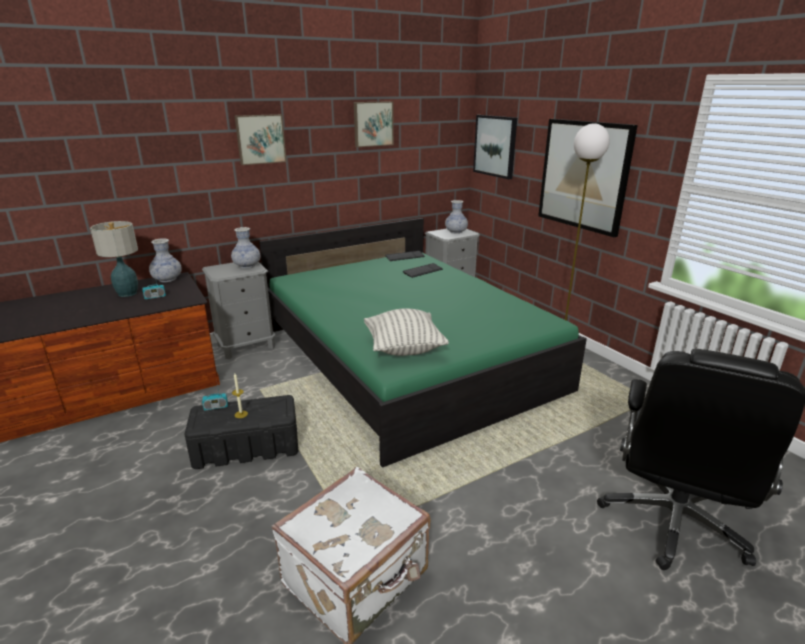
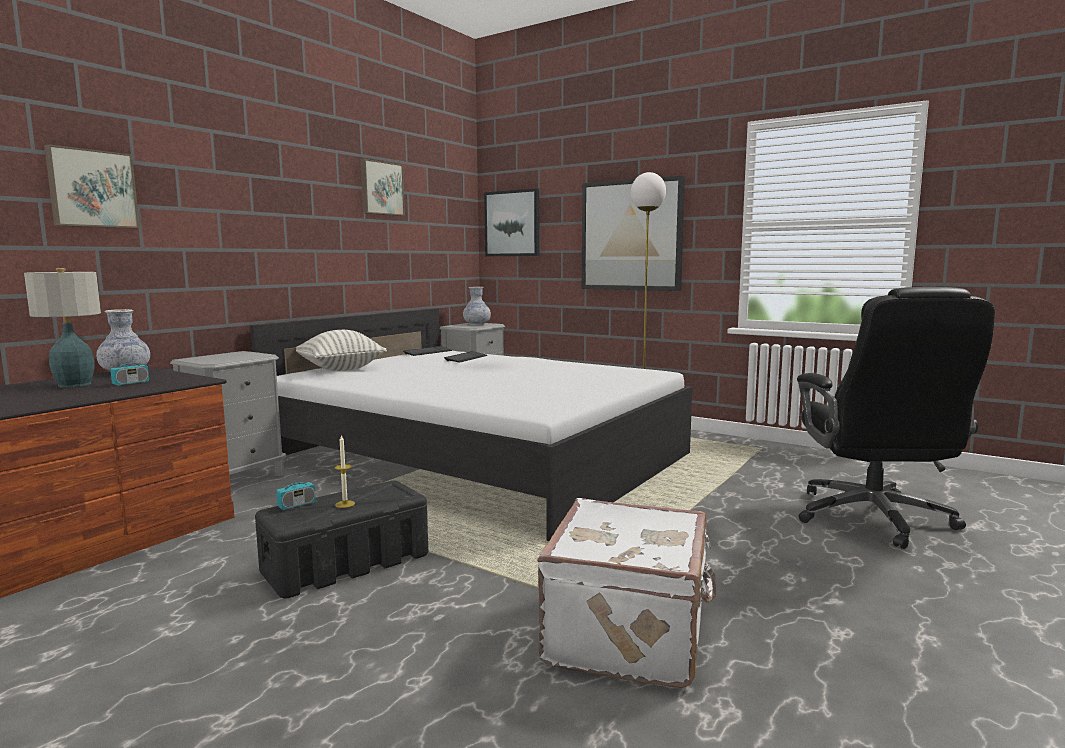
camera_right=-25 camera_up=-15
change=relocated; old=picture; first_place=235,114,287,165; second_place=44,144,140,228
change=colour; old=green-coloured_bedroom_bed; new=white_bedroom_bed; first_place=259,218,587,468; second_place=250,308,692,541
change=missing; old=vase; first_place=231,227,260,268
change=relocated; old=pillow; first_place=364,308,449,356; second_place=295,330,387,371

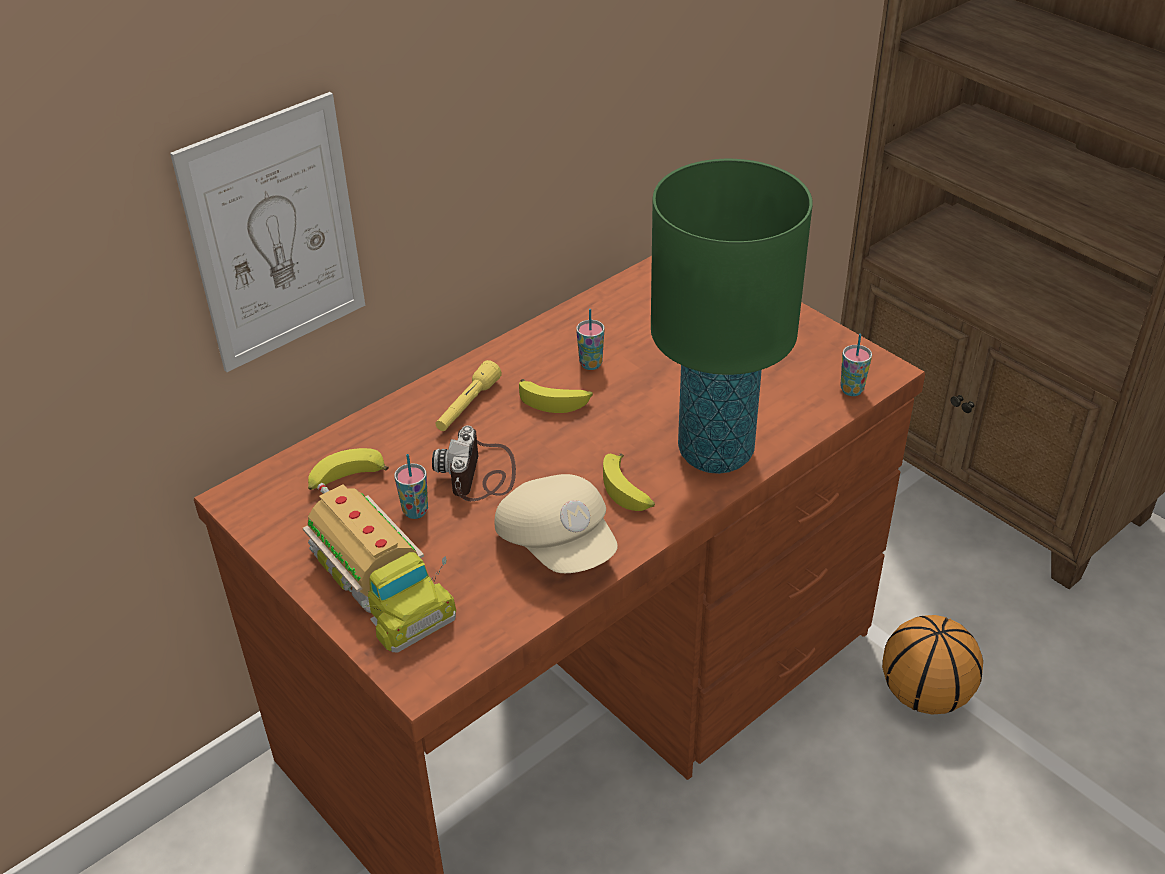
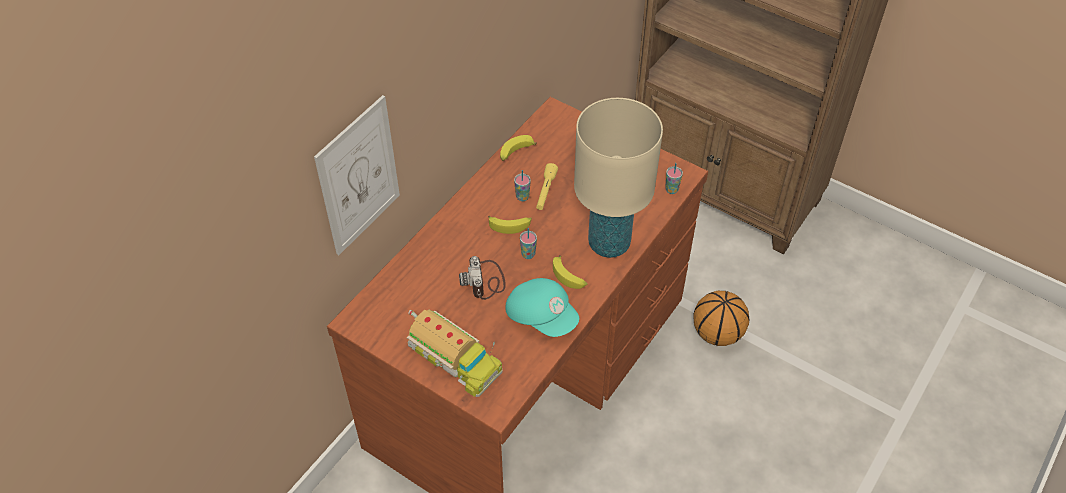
camera_right=-15 camera_up=10
change=colour; old=green-coloured_tabletop_lamp; new=beige-coloured_tabletop_lamp; first_place=651,159,813,474; second_place=574,98,663,258
change=relocated; old=yellow-coloured_torch; first_place=436,360,502,431; second_place=536,163,558,210
change=relocated; old=banana_fruit; first_place=308,448,389,490; second_place=500,135,537,161
change=relocated; old=small_cup; first_place=394,454,428,519; second_place=520,228,537,259
change=colour; old=beige-coloured_peaked_cap; new=turquoise-coloured_peaked_cap; first_place=495,474,618,573; second_place=506,278,579,337

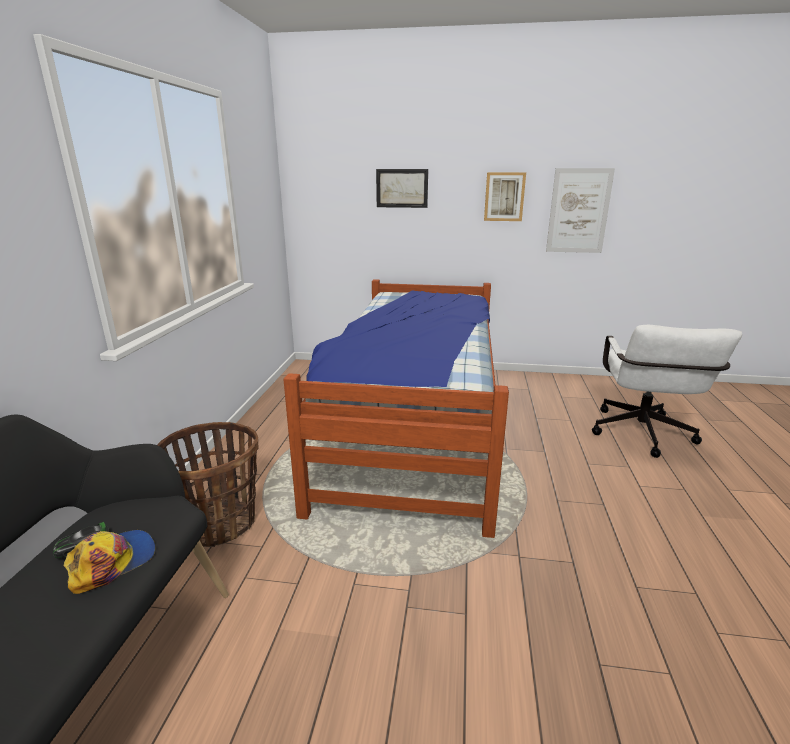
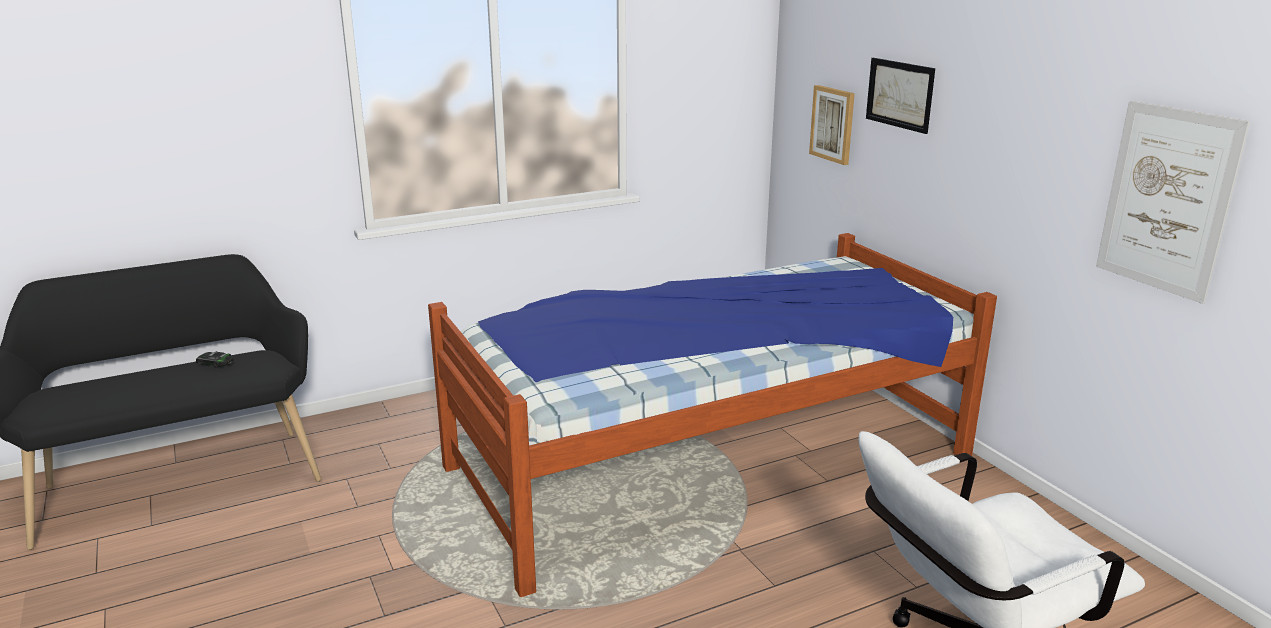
camera_right=55 camera_up=0
change=relocated; old=picture; first_place=484,172,526,221; second_place=809,85,855,165
change=missing; old=basket; first_place=157,422,259,547
change=missing; old=peaked_cap; first_place=64,530,155,594

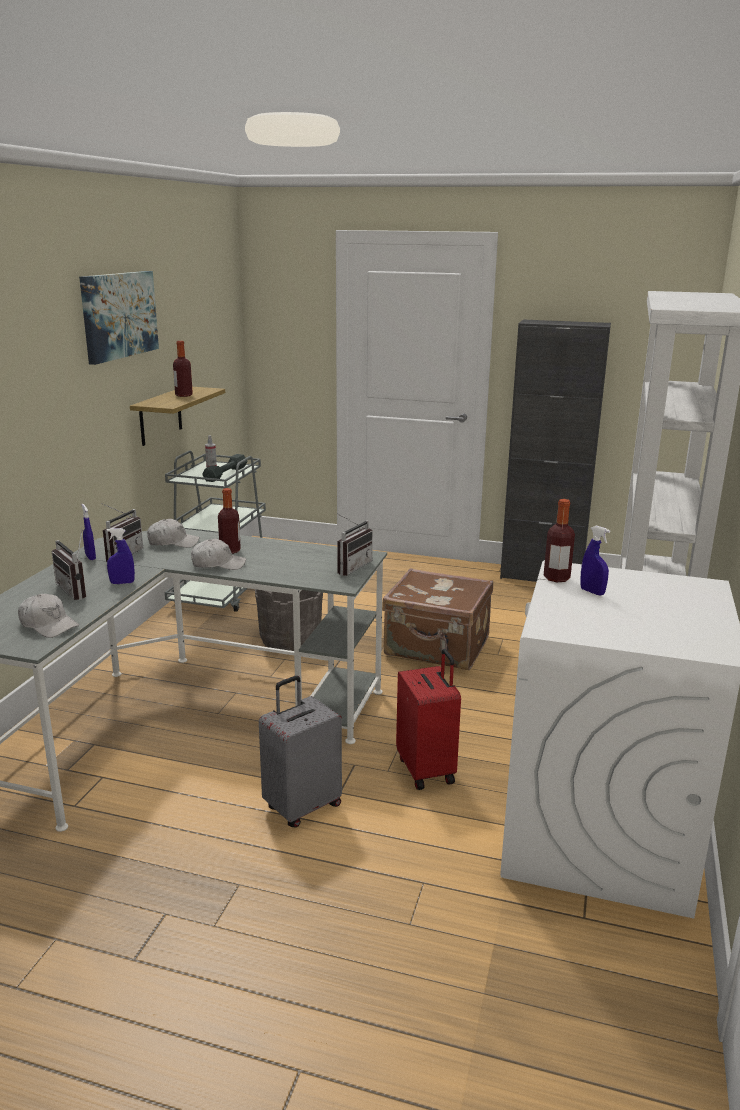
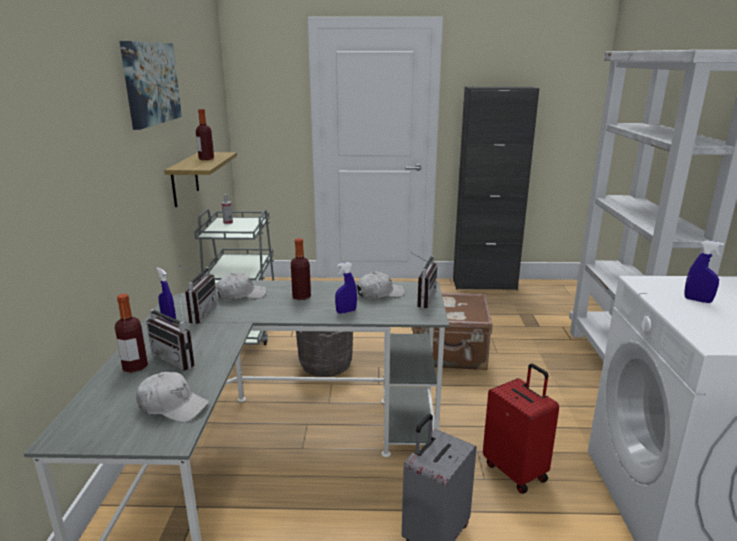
camera_right=-15 camera_up=0
change=missing; old=greyish_free_weight; first_place=202,454,247,482
change=relocated; old=bottle; first_place=544,499,575,582; second_place=115,294,148,373
change=relocated; old=blue-coloured_hand_sprayer; first_place=107,528,135,584; second_place=335,262,357,314
change=relocated; old=white_peaked_cap; first_place=191,539,246,570; second_place=357,271,405,299

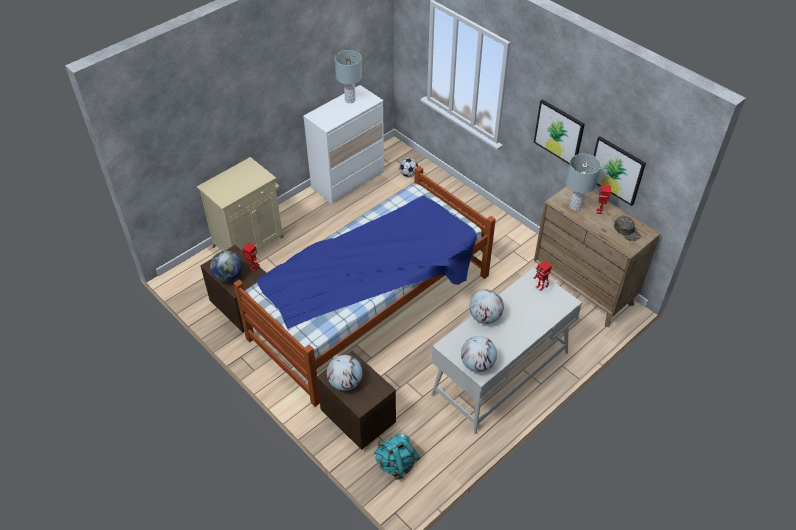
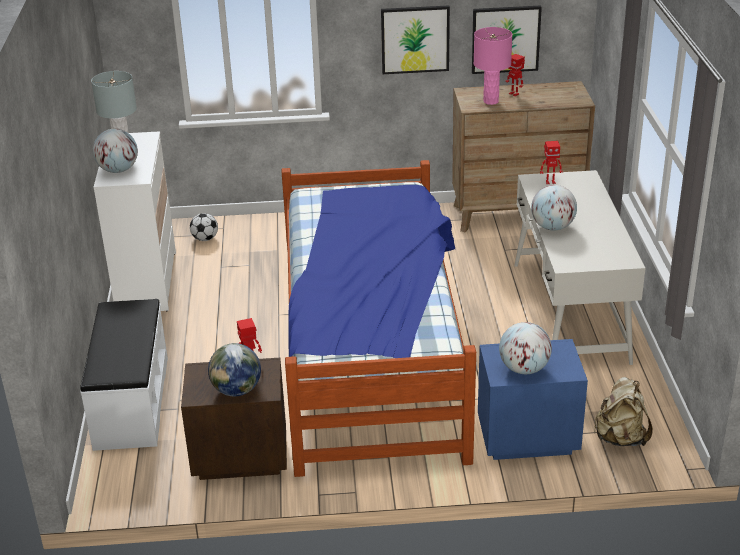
camera_right=-50 camera_up=-15
change=colour; old=greyish_tabletop_lamp; new=pink-coloured_tabletop_lamp; first_place=566,154,601,211; second_place=474,27,512,105
change=exchanged; old=beige-coloured_cabinet; new=white_bench; first_place=197,157,284,251; second_place=80,299,168,451
change=missing; old=green-coloured_peaked_cap; first_place=614,216,641,241
change=relocated; old=world_globe; first_place=461,336,497,372; second_place=93,129,138,173
change=colour; old=brown-coloured_bedside_table; new=blue-coloured_bedside_table; first_place=316,351,396,450; second_place=478,339,588,460
change=colour; old=turquoise-coloured_backpack; new=beige-coloured_backpack; first_place=374,433,420,480; second_place=594,377,653,446

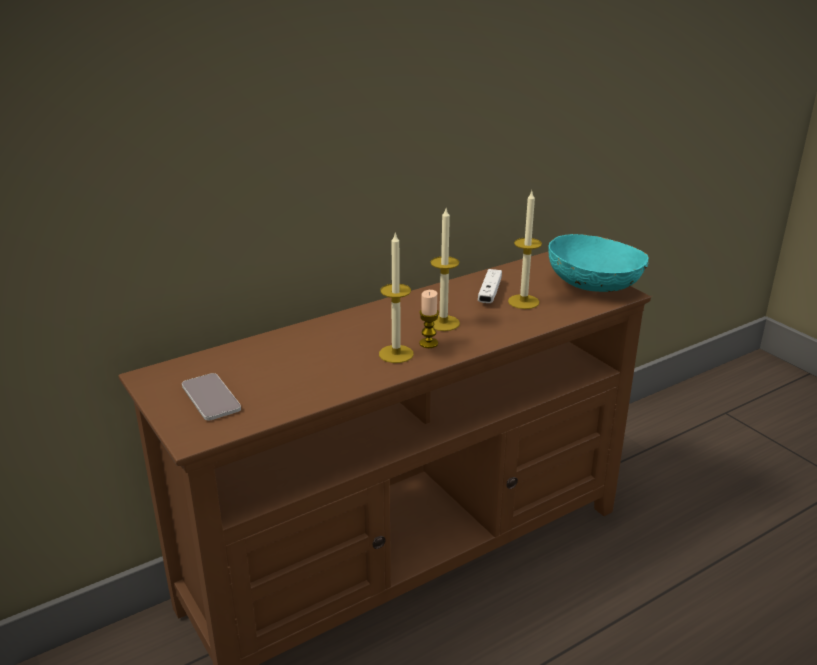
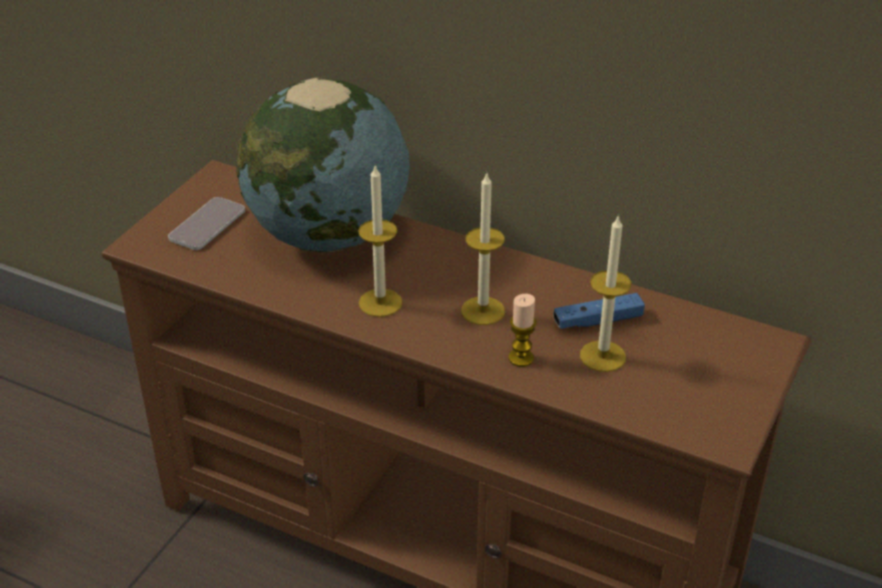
camera_right=60 camera_up=10
change=missing; old=turquoise-coloured_serving_bowl; first_place=548,234,649,292
change=colour; old=white_joypad; new=blue-coloured_joypad; first_place=478,269,502,303; second_place=553,293,645,329
change=relocated; old=wax_light; first_place=419,290,439,348; second_place=509,294,536,367
change=appeared; new=world_globe; second_place=236,78,410,253

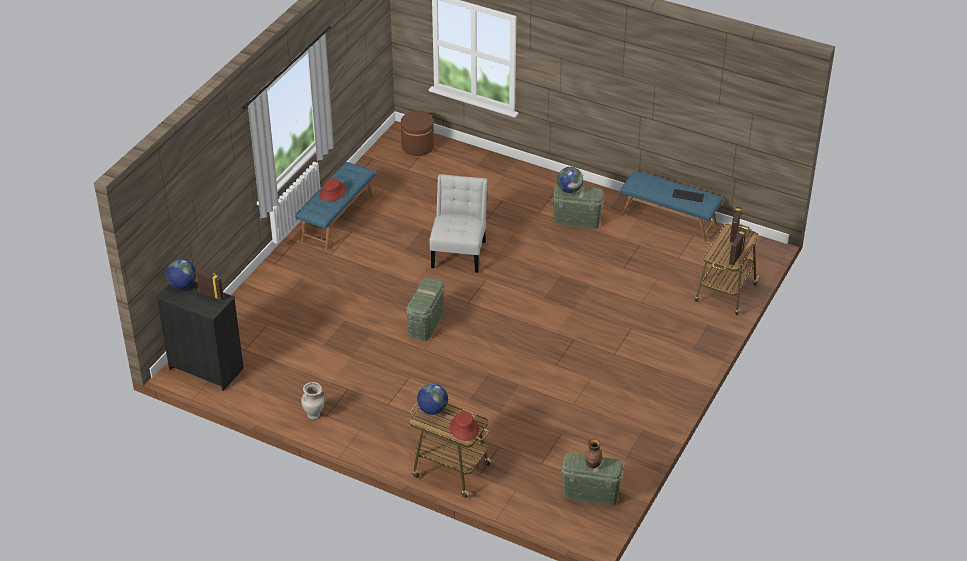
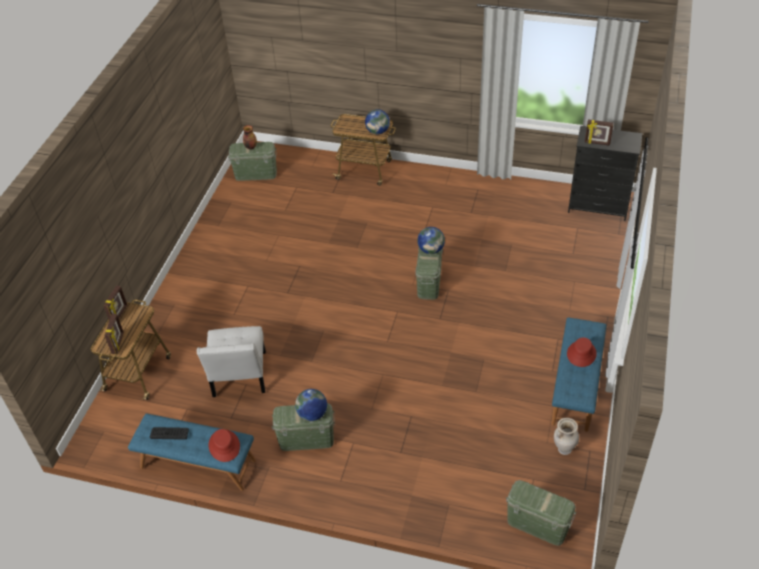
camera_right=170 camera_up=5
change=exchanged; old=brown-coloured_ottoman; new=green-coloured_storage_container; first_place=401,111,434,156; second_place=506,480,576,546
change=relocated; old=white_chair; first_place=430,174,487,273; second_place=197,326,266,397
change=relocated; old=world_globe; first_place=166,259,196,289; second_place=417,227,445,254
change=relocated; old=beige-coloured_vase; first_place=301,382,325,419; second_place=554,418,579,455
change=relocated; old=reddish_wearable_hat; first_place=449,411,479,441; second_place=208,429,240,462

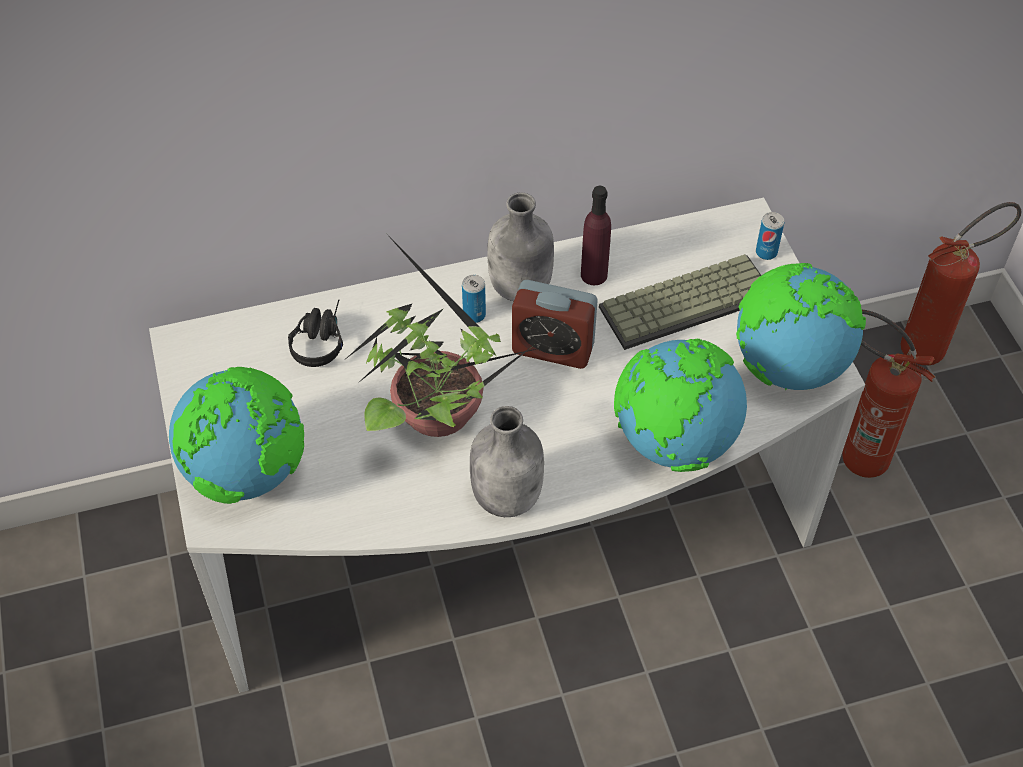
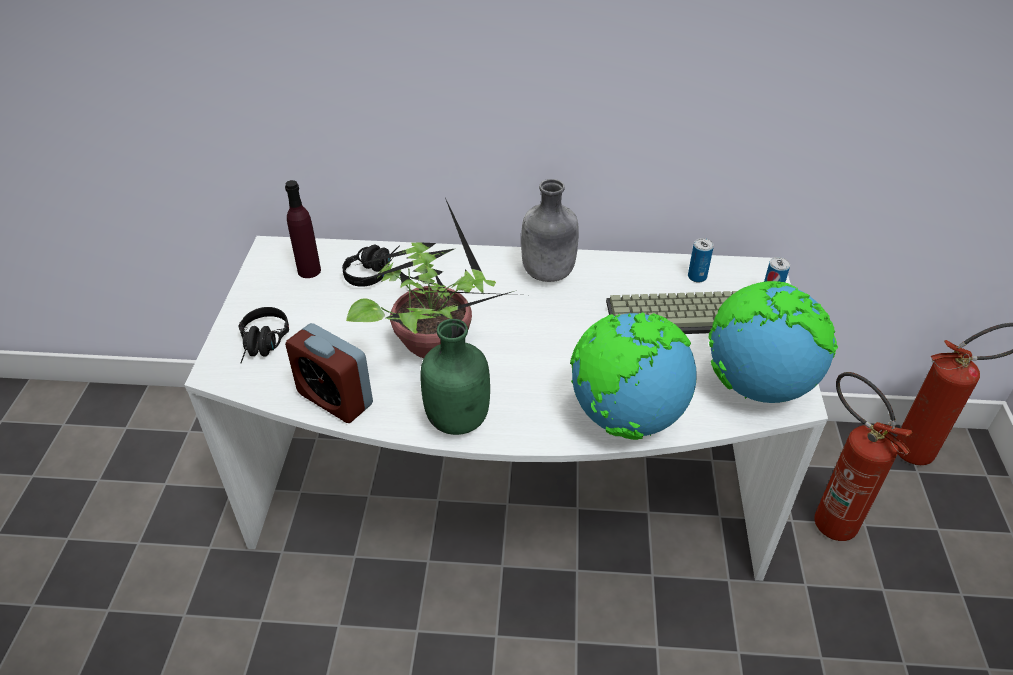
camera_right=20 camera_up=-10
change=relocated; old=purple_bottle; first_place=581,186,611,285; second_place=285,180,321,278
change=relocated; old=can; first_place=462,275,486,323; second_place=688,238,714,283
change=relocated; old=table_clock; first_place=512,280,598,369; second_place=285,323,373,423
change=exchanged; old=world_globe; new=black_headphones; first_place=169,367,304,504; second_place=238,307,289,363
change=colour; old=greyish_bottle; new=green-coloured_bottle; first_place=470,406,544,517; second_place=420,319,490,435

